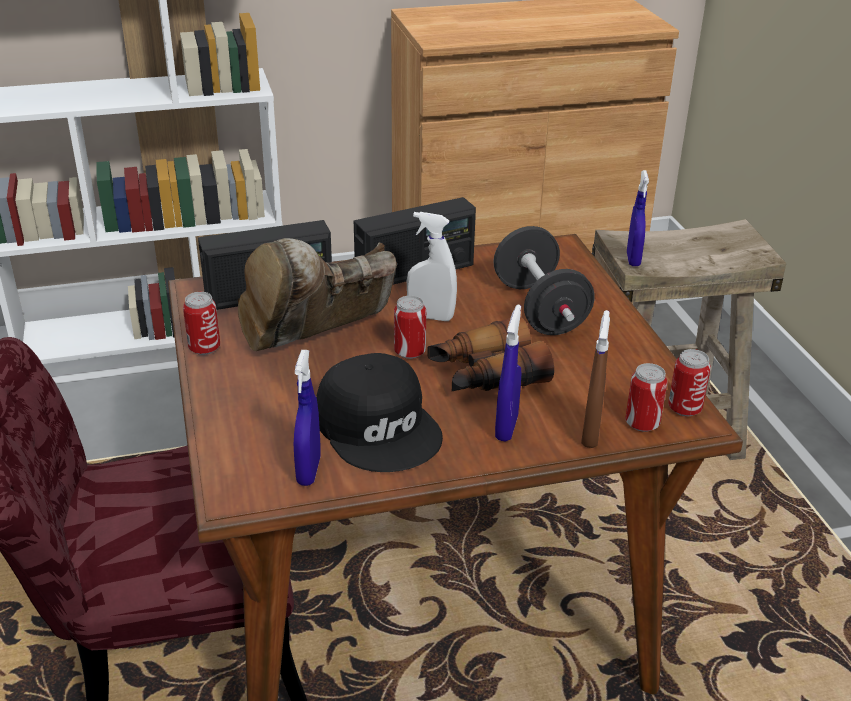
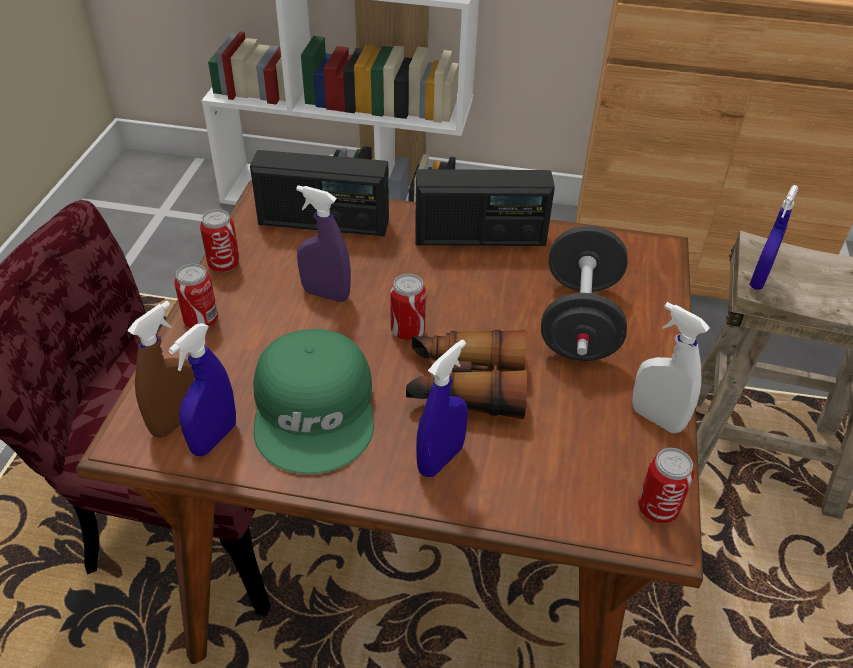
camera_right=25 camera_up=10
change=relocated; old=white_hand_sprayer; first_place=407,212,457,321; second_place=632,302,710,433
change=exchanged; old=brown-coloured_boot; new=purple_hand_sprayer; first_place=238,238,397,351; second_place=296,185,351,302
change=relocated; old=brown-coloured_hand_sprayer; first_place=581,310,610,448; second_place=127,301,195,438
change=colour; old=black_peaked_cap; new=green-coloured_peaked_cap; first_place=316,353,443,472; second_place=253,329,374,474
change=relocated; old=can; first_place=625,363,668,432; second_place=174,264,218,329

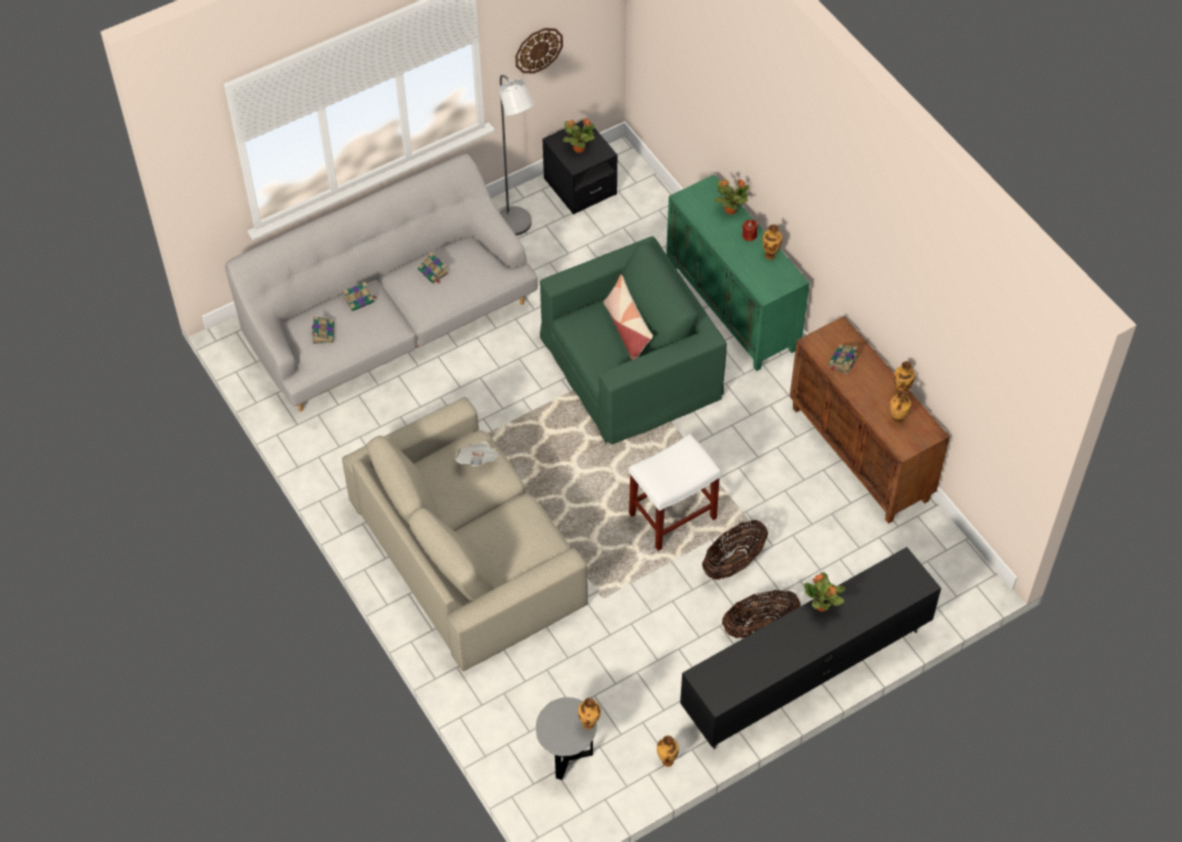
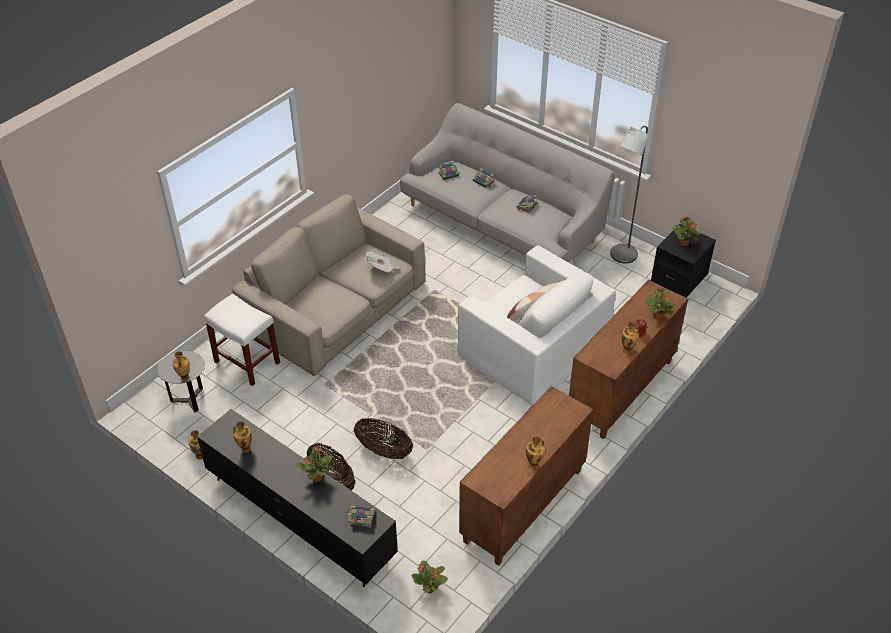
camera_right=70 camera_up=-10
change=missing; old=clock_on_the_wall; first_place=515,28,563,74
change=colour; old=green-coloured_cabinet; new=brown-coloured_cabinet; first_place=666,174,810,371; second_place=569,280,688,439
change=colour; old=green-coloured_armchair; new=white_armchair; first_place=540,236,727,445; second_place=457,245,616,405
change=relocated; old=bound_book; first_place=828,345,858,374; second_place=347,506,375,528
change=relocated; old=vase; first_place=890,390,911,424; second_place=233,421,252,453
change=relocated; old=white_stool; first_place=629,434,721,551; second_place=204,294,280,386
change=appeared; new=potted_plant; second_place=412,560,448,593

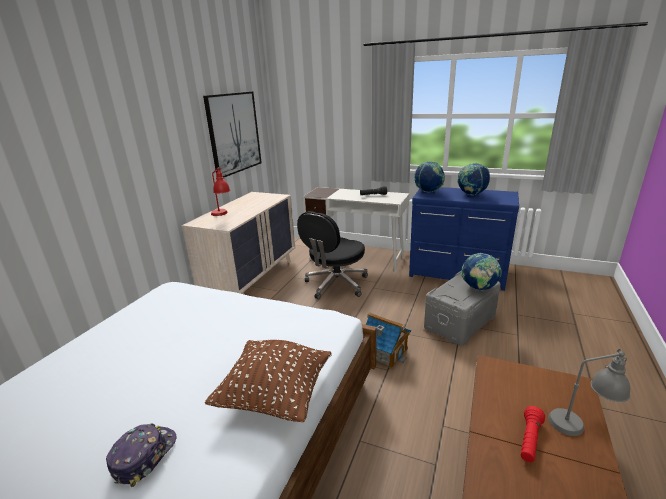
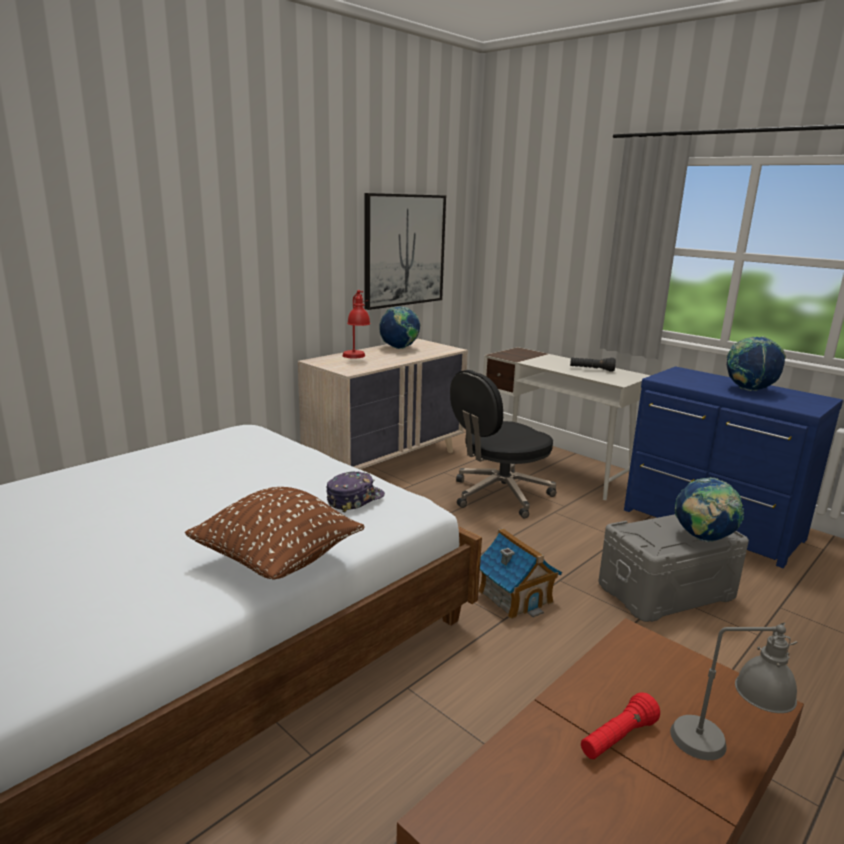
camera_right=20 camera_up=-5
change=relocated; old=world_globe; first_place=414,161,445,192; second_place=379,306,420,349
change=relocated; old=peaked_cap; first_place=106,423,177,487; second_place=326,471,385,513

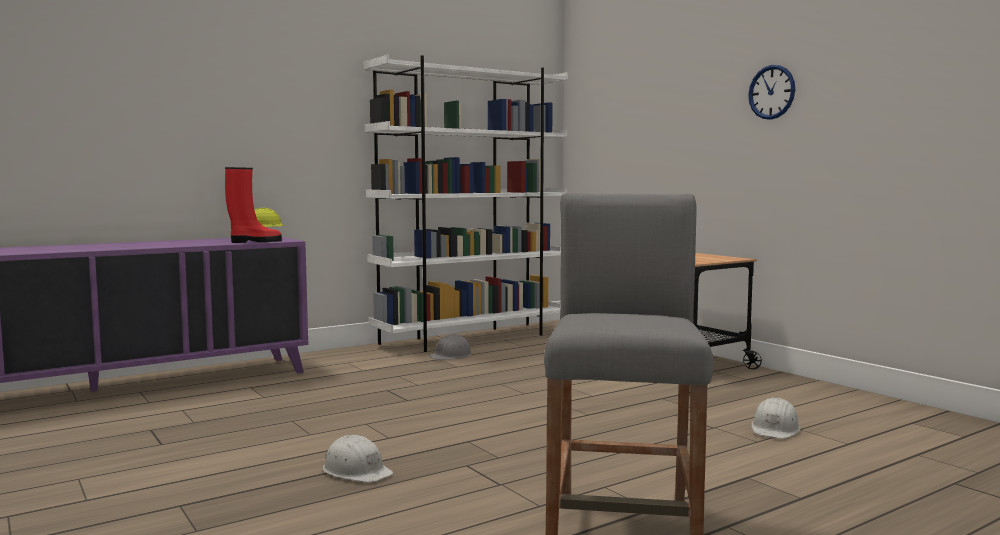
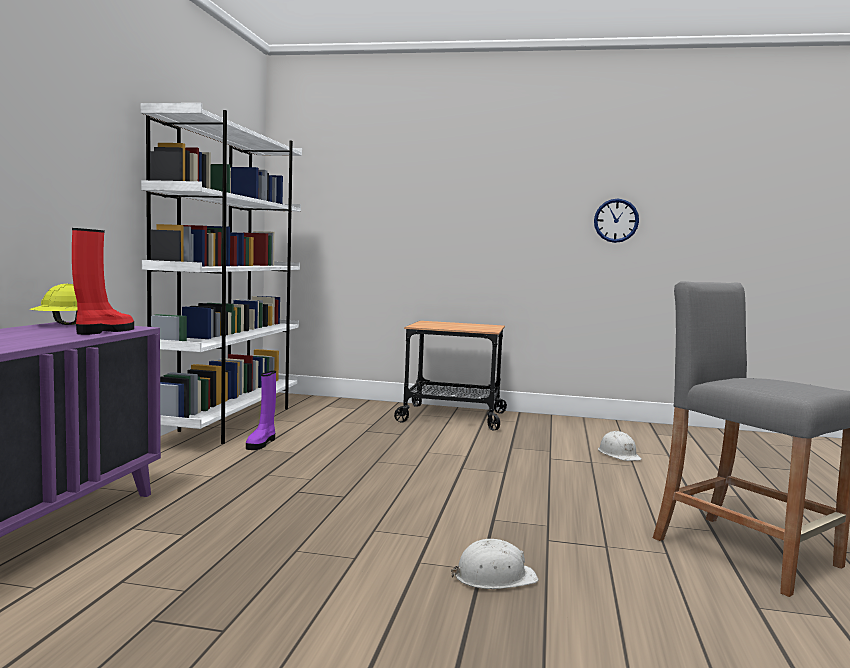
camera_right=-45 camera_up=0
change=relocated; old=clock_on_the_wall; first_place=748,65,795,120; second_place=594,199,639,243
change=exchanged; old=greyish_safety_helmet; new=purple_boot; first_place=428,334,472,360; second_place=246,371,276,450

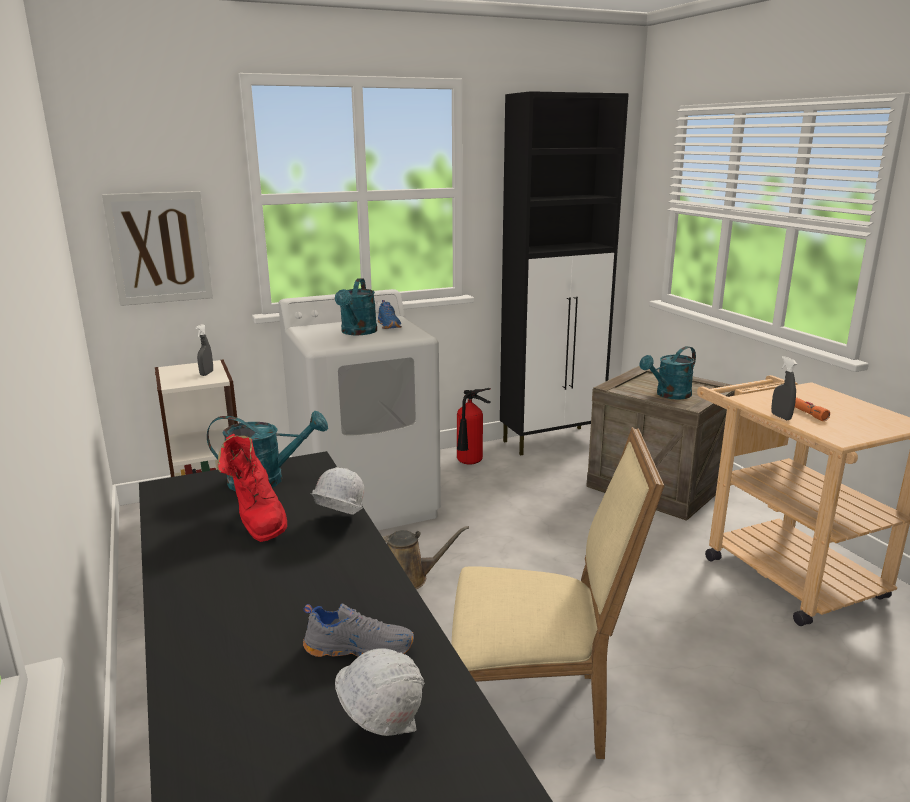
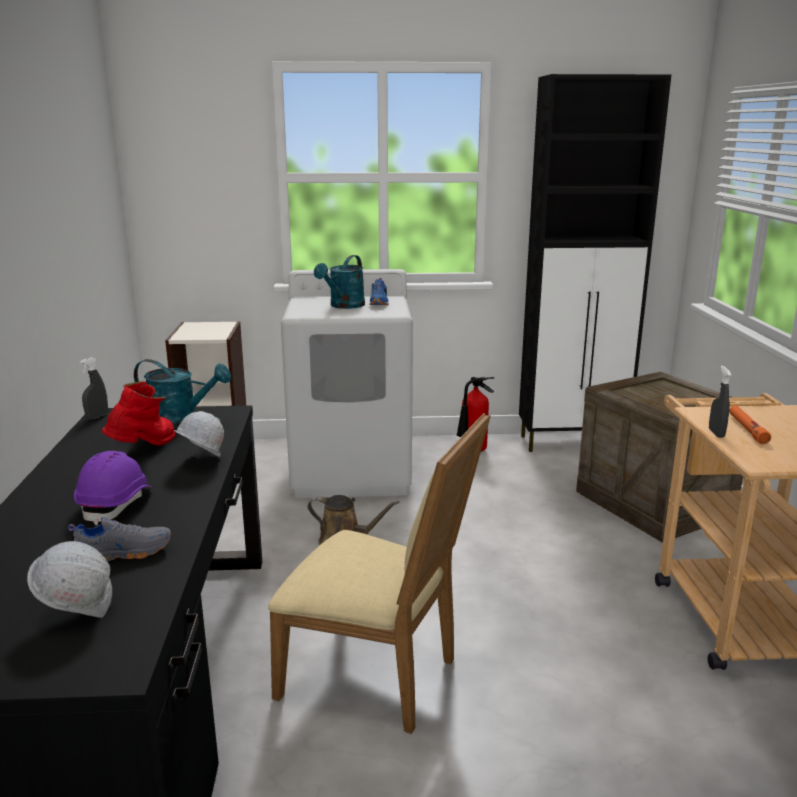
camera_right=20 camera_up=0
change=missing; old=picture; first_place=102,191,213,306
change=relocated; old=greyish_hand_sprayer; first_place=196,324,213,376; second_place=80,357,108,420
change=missing; old=turquoise-coloured_watering_can; first_place=640,346,696,400
change=spun; old=reddish_boot; first_place=217,434,287,542; second_place=102,381,176,445; degrees=-150
change=spun; old=greyish_low_shoe; first_place=303,604,414,657; second_place=68,517,171,561; degrees=-45
change=appeared; new=purple_safety_helmet; second_place=74,451,152,525

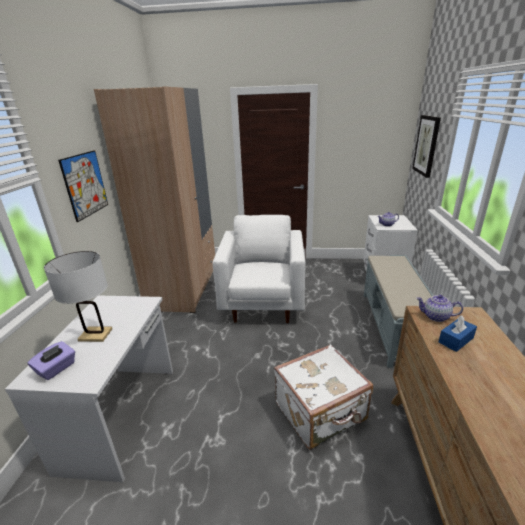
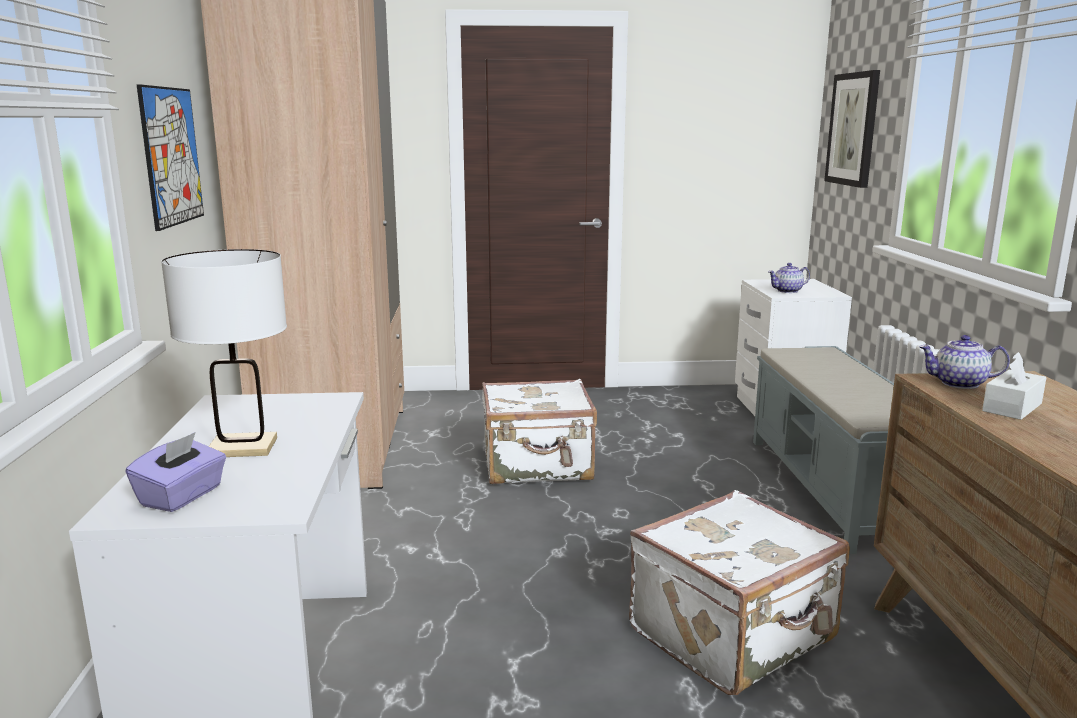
camera_right=-10 camera_up=-10
change=exchanged; old=white_armchair; new=white_piece_of_luggage; first_place=213,215,305,323; second_place=482,379,597,484
change=colour; old=blue-coloured_tissue_holder; new=white_tissue_holder; first_place=439,315,477,352; second_place=982,352,1047,420

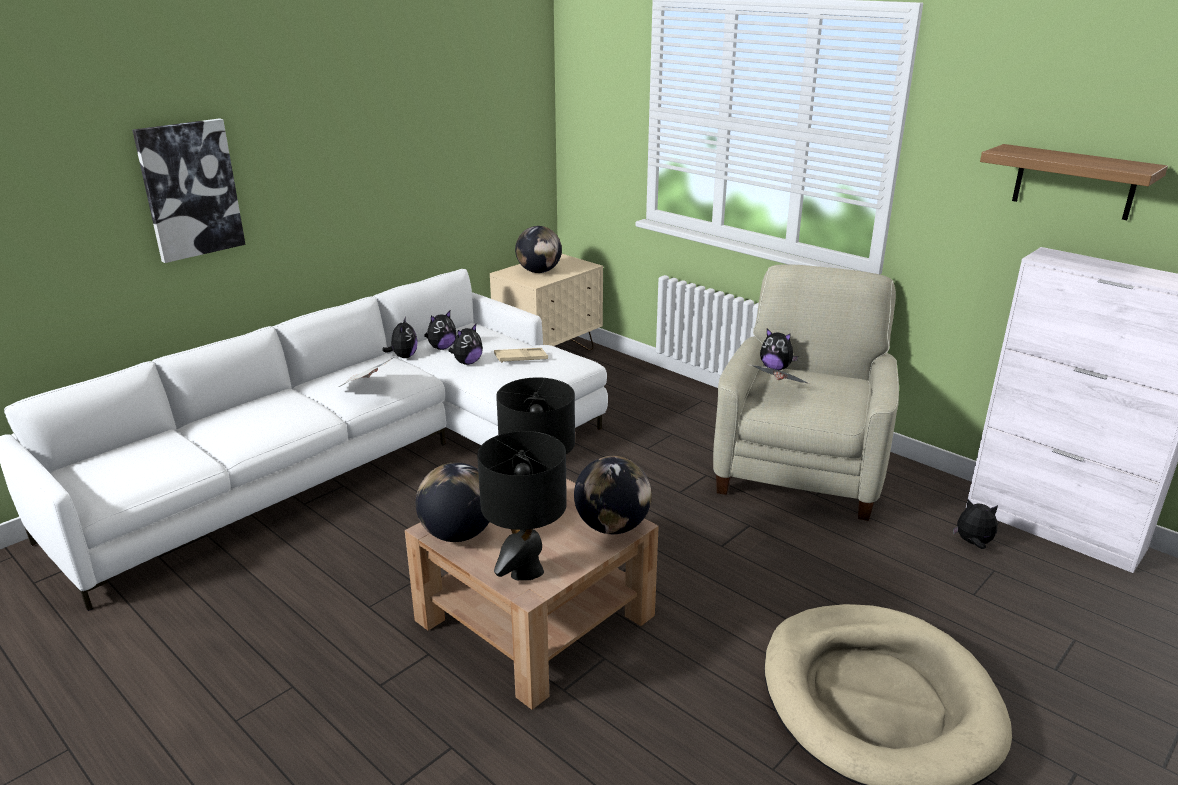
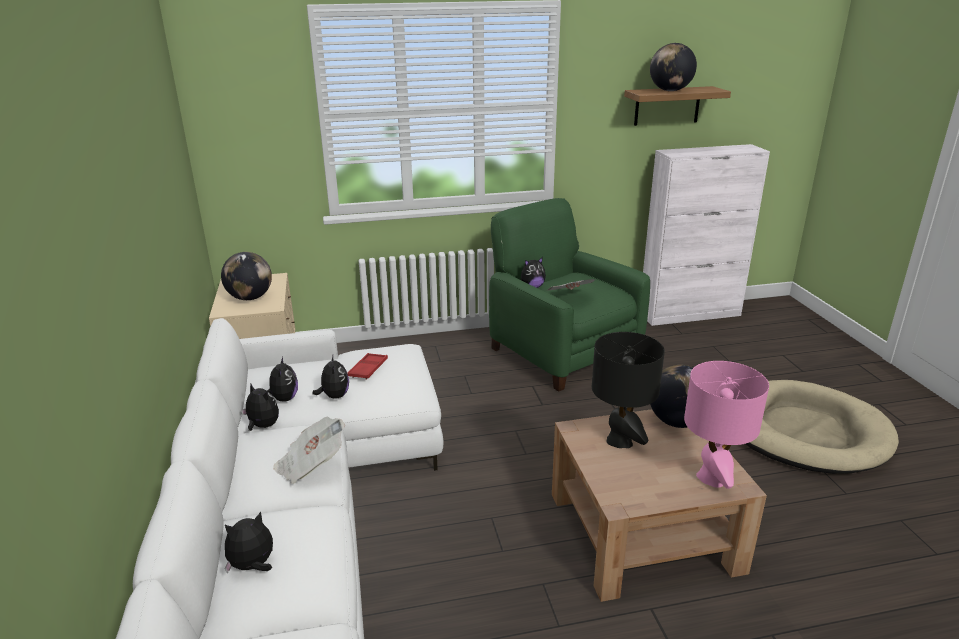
camera_right=-55 camera_up=0
change=missing; old=picture; first_place=132,118,246,263
change=colour; old=beige-coloured_armchair; new=green-coloured_armchair; first_place=713,264,899,521; second_place=489,198,650,392
change=colour; old=beige-coloured_tray; new=reddish_tray; first_place=494,348,548,363; second_place=347,353,388,380
change=colour; old=black_tabletop_lamp; new=pink-coloured_tabletop_lamp; first_place=477,431,567,580; second_place=684,361,769,489
change=relocated; old=world_globe; first_place=416,462,489,542; second_place=650,43,697,91
change=relocated; old=plush_toy; first_place=953,499,998,549; second_place=225,512,273,574

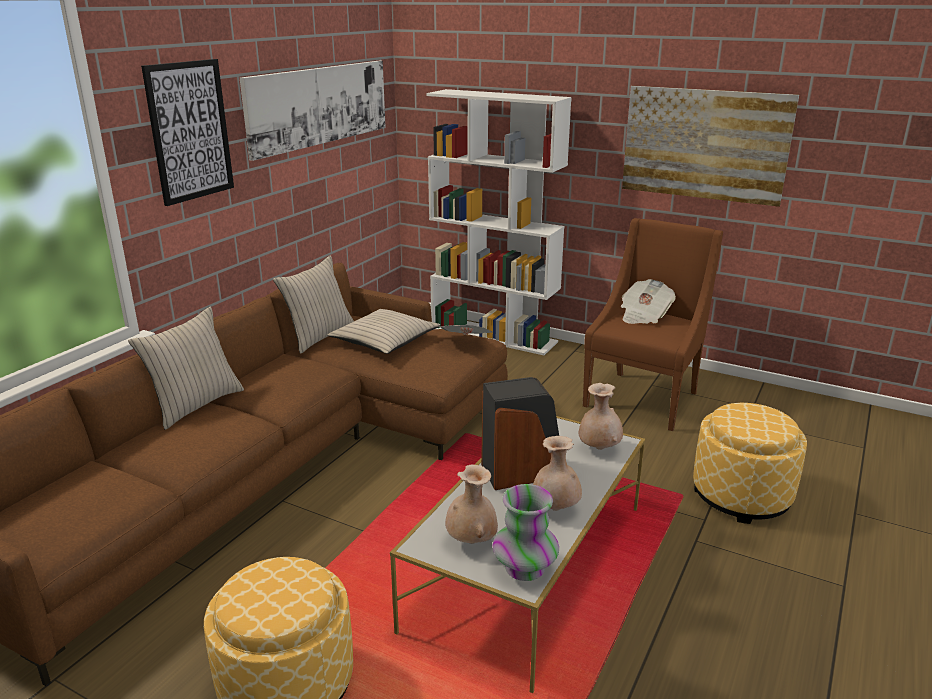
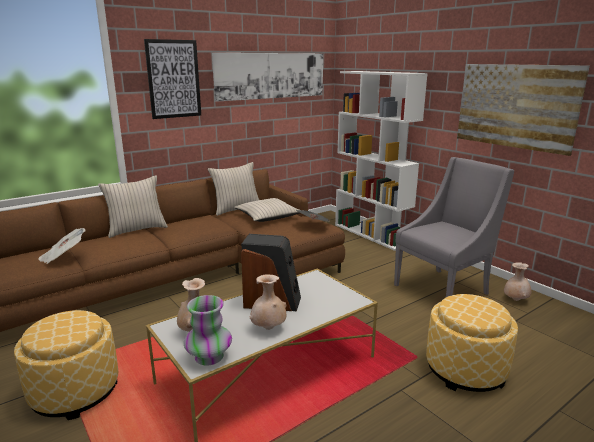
camera_right=25 camera_up=-5
change=colour; old=brown-coloured_armchair; new=greyish_armchair; first_place=583,218,723,431; second_place=394,157,514,297
change=relocated; old=printed_paper; first_place=621,279,676,324; second_place=38,228,86,264
change=relocated; old=beige-coloured_vase; first_place=579,383,623,450; second_place=504,262,531,301

